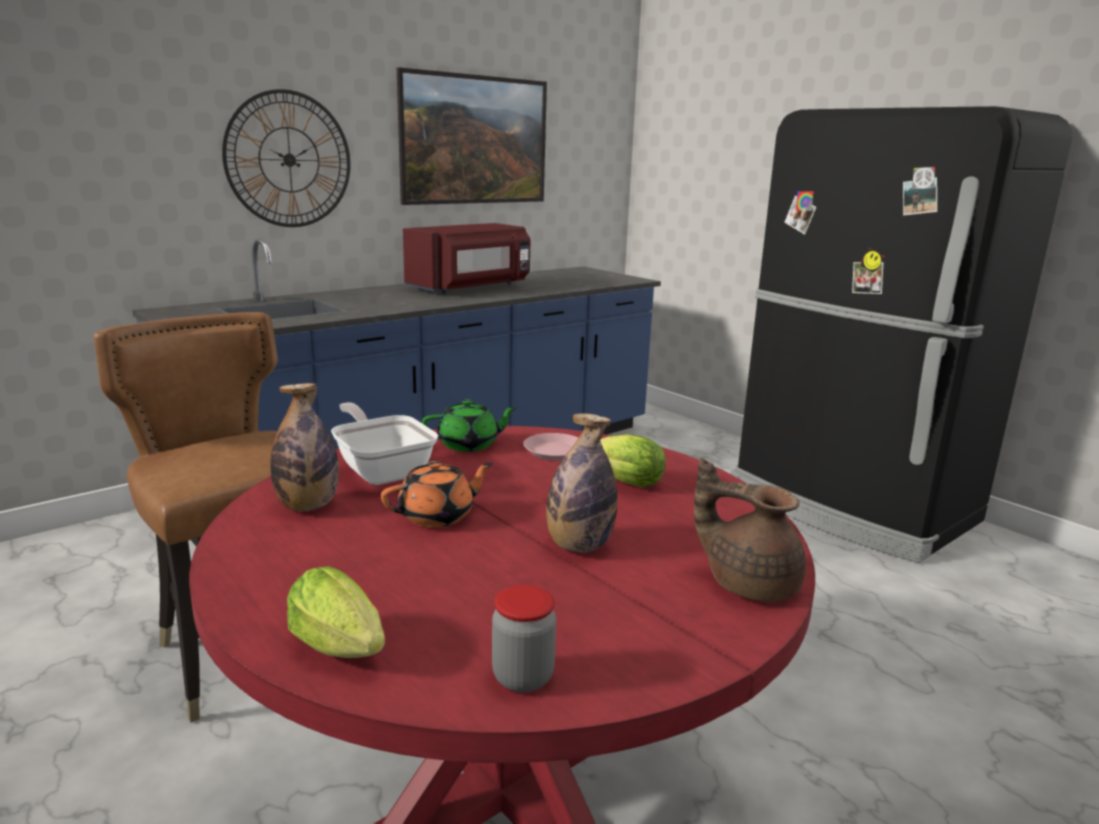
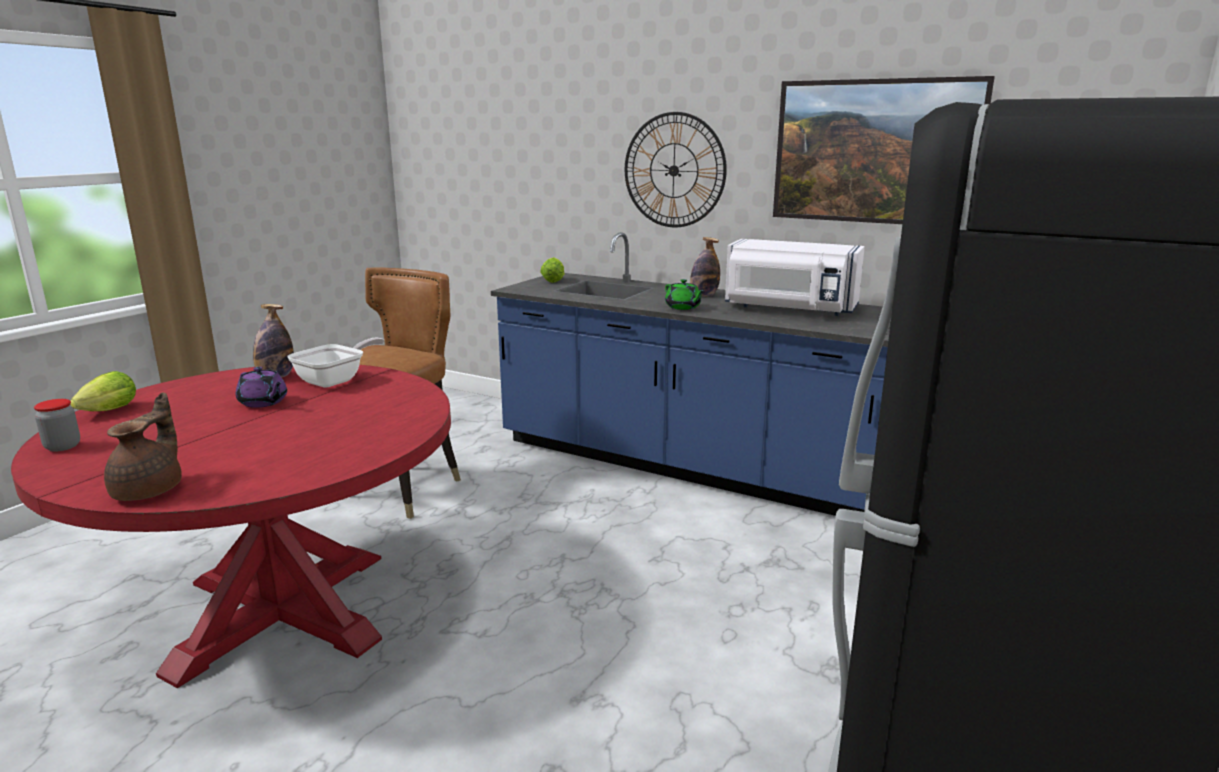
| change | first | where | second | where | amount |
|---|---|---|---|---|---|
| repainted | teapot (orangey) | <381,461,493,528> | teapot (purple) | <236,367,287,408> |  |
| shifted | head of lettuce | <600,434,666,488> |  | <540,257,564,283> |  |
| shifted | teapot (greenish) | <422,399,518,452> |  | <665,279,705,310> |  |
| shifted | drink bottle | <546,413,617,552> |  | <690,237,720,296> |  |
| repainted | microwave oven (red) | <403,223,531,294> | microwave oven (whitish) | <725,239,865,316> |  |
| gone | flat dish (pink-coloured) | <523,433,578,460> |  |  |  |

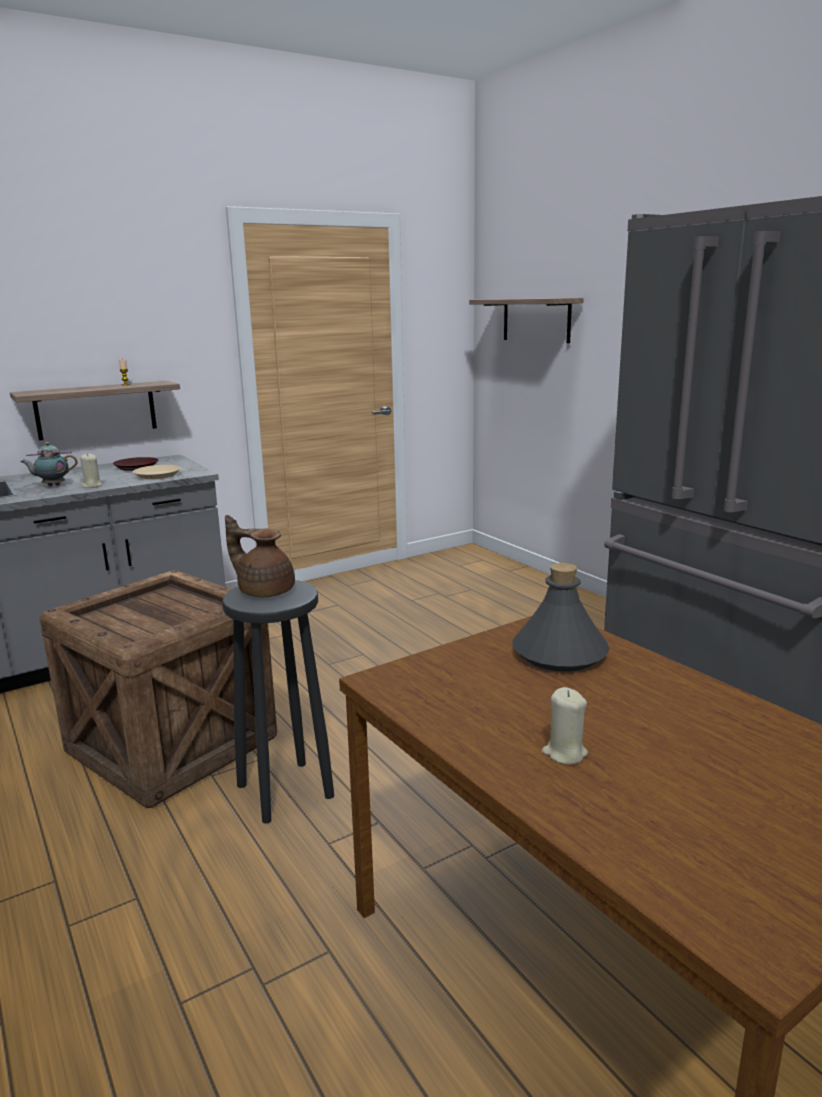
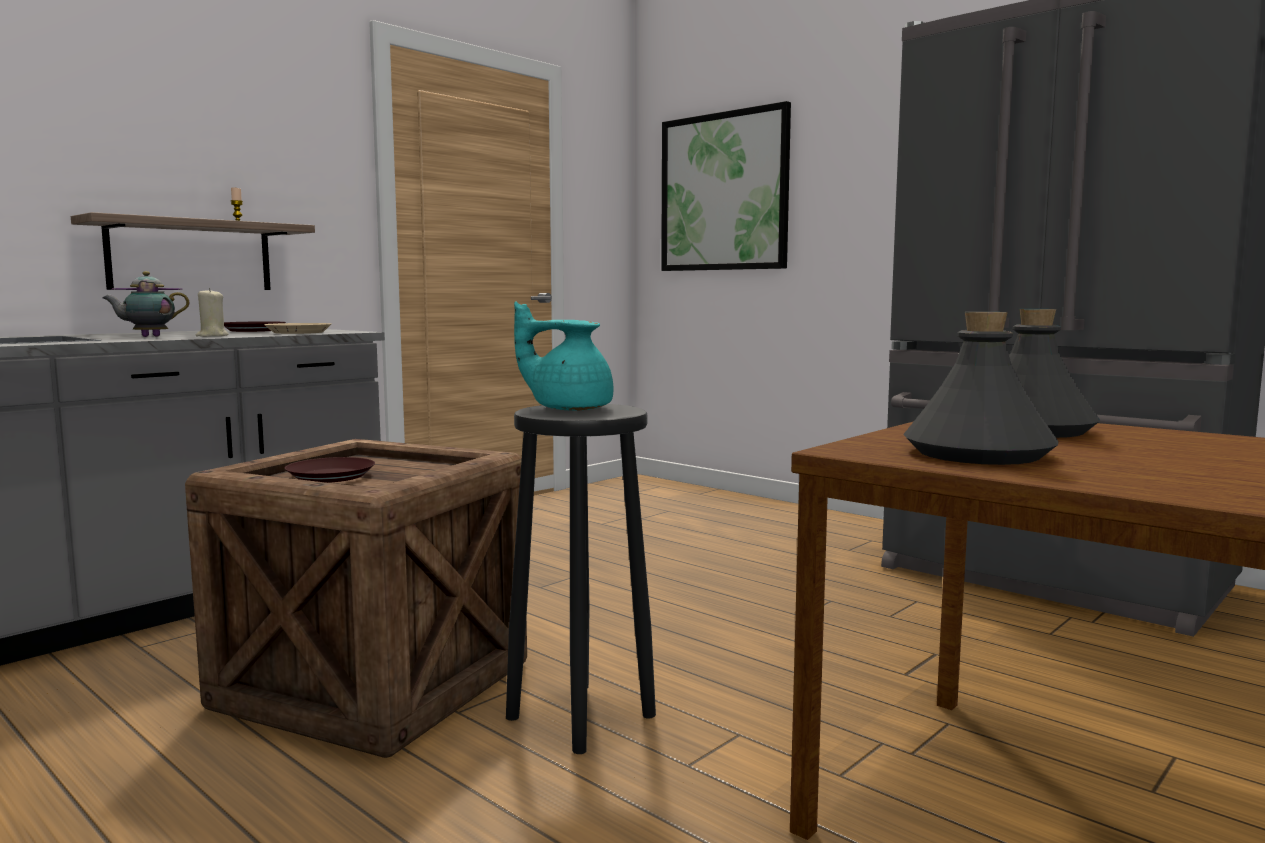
| change | first | where | second | where | amount |
|---|---|---|---|---|---|
| new |  |  | flat dish (brownish) | <285,457,375,483> |  |
| repainted | teapot (brownish) | <225,515,295,597> | teapot (turquoise-coloured) | <514,301,614,411> |  |
| swapped | bracket shelf | <469,298,584,343> | wall art | <661,101,791,271> |  |
| new |  |  | drink bottle (gray) | <903,312,1059,465> |  |
| gone | wax candle (sand-coloured) | <542,687,588,764> |  |  |  |

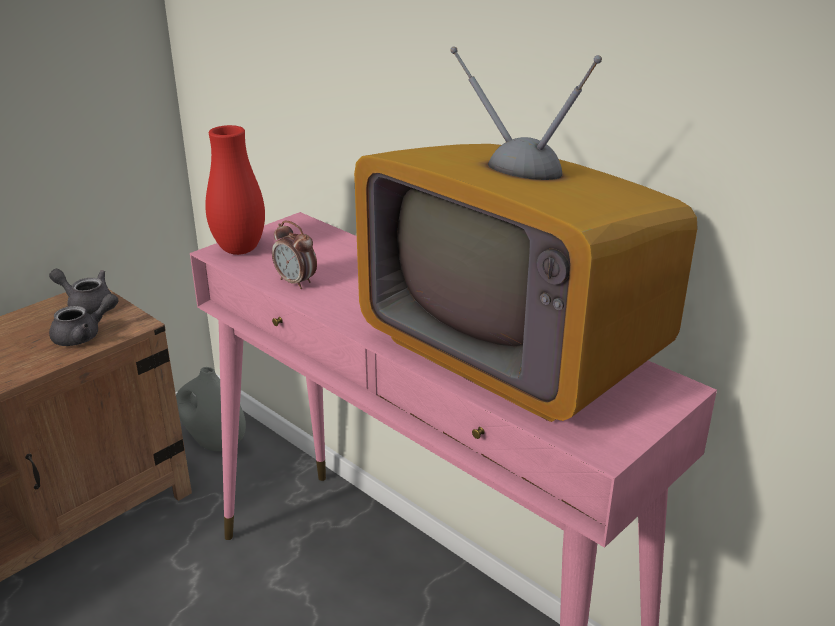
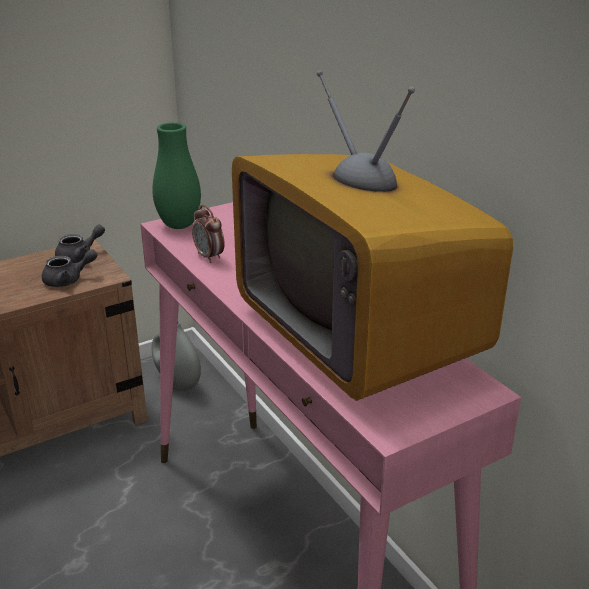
| change | first | where | second | where | amount |
|---|---|---|---|---|---|
| rotated | teapot (gray) | <49,269,111,315> |  | <55,225,105,263> | 105 degrees clockwise |
| repainted | decorative vase (red) | <205,125,265,255> | decorative vase (greenish) | <152,122,201,229> |  |

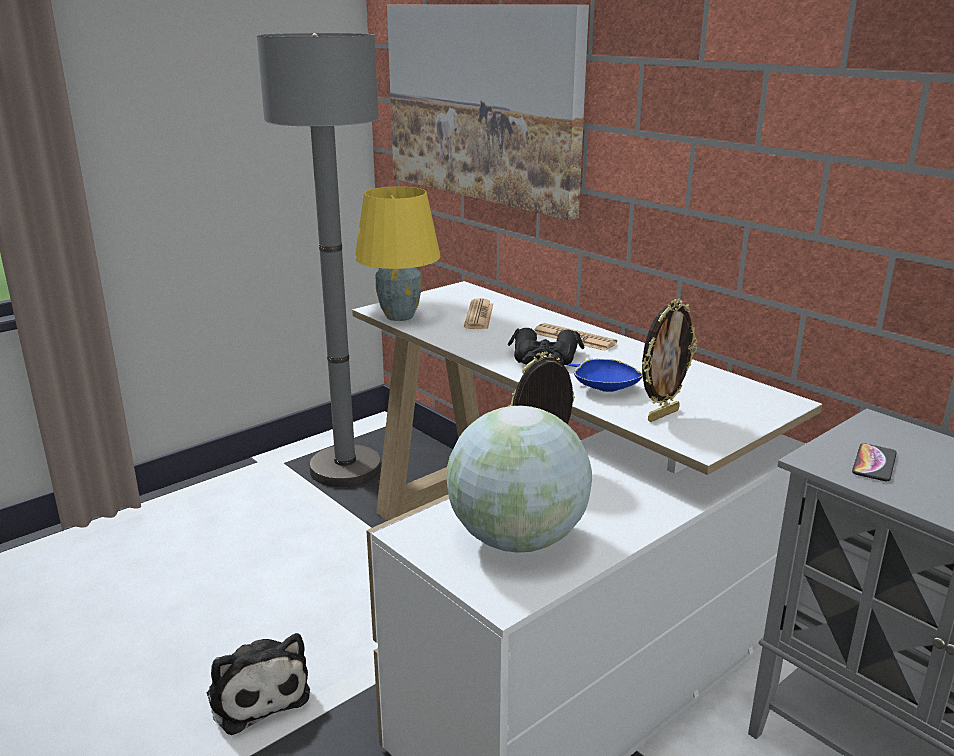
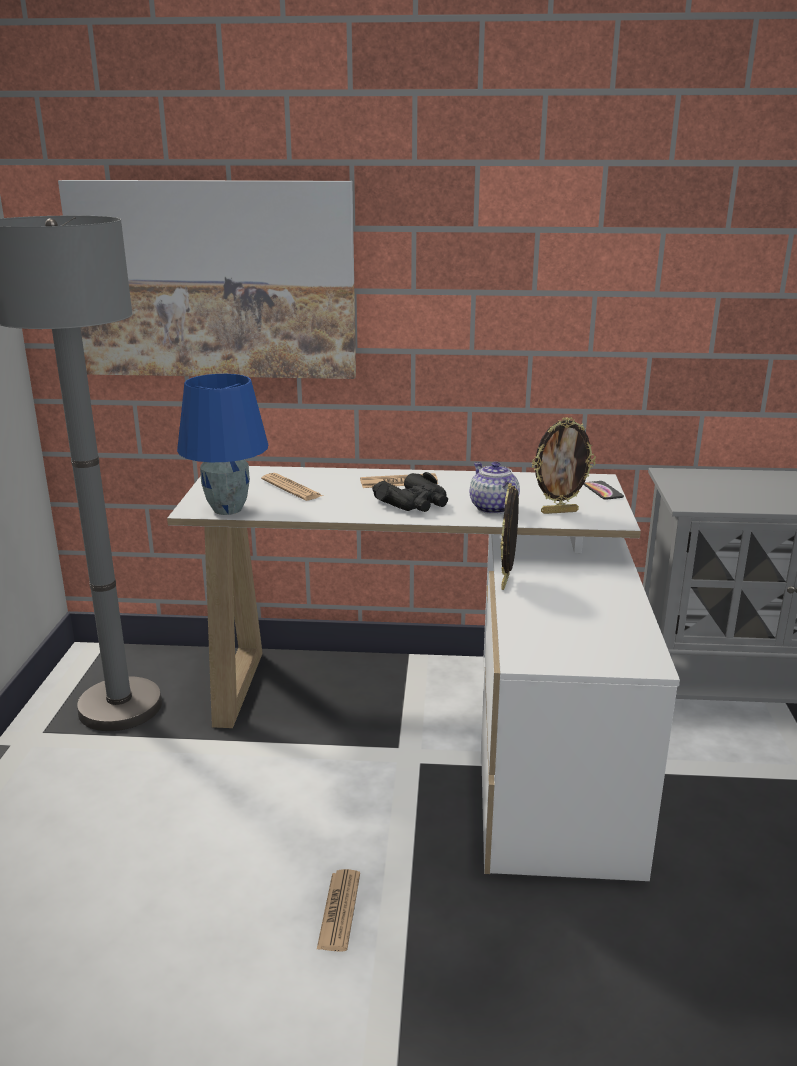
| change | first | where | second | where | amount |
|---|---|---|---|---|---|
| repainted | tabletop lamp (yellow) | <355,186,440,321> | tabletop lamp (blue) | <177,374,268,515> |  |
| swapped | soft toy | <207,633,310,735> | printed paper | <316,869,360,952> |  |
| swapped | serving bowl (blue) | <568,359,643,392> | teapot | <470,462,520,514> |  |
| rotated | standing frame | <642,299,697,422> |  | <532,417,596,514> | 75 degrees clockwise |
| shifted | handset | <852,443,897,481> |  | <583,481,624,500> |  |
| gone | world globe | <446,406,592,553> |  |  |  |

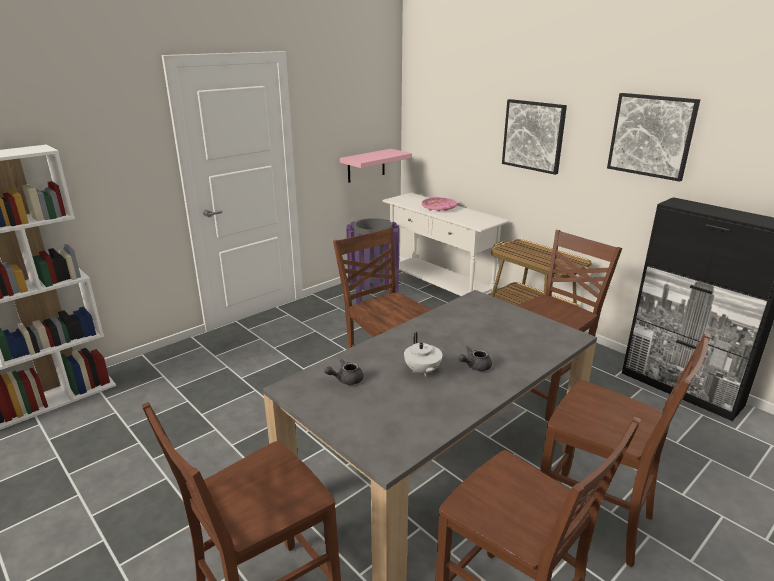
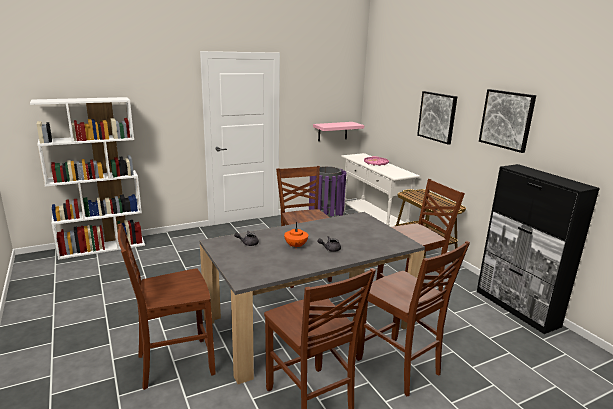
| change | first | where | second | where | amount |
|---|---|---|---|---|---|
| repainted | teapot (whitish) | <404,332,442,377> | teapot (orangey) | <284,222,308,247> |  |

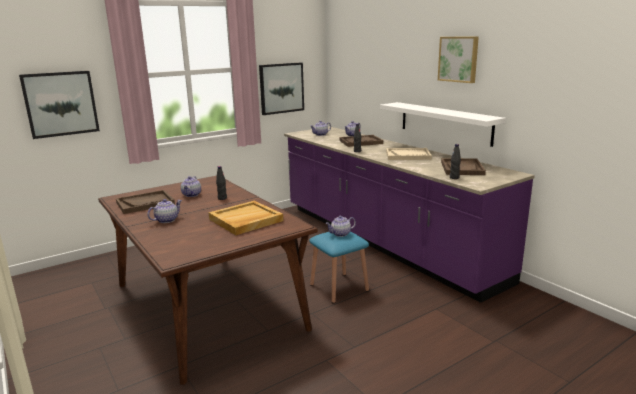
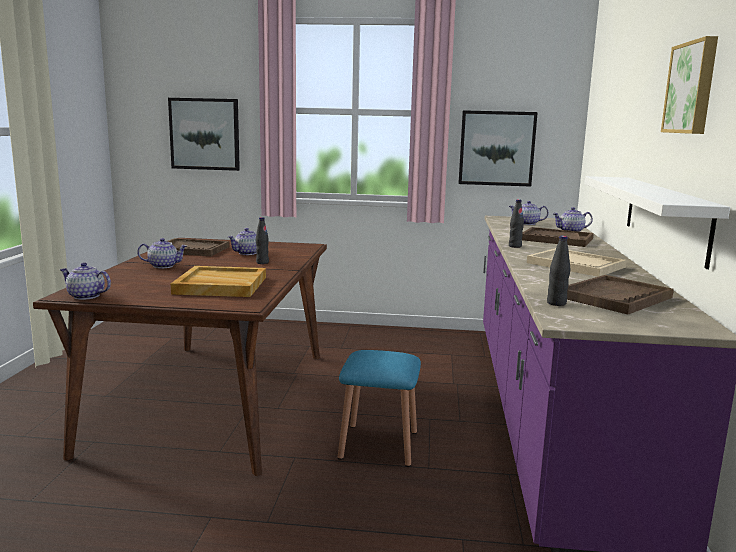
| change | first | where | second | where | amount |
|---|---|---|---|---|---|
| shifted | teapot | <325,216,356,237> |  | <60,262,111,300> |  |

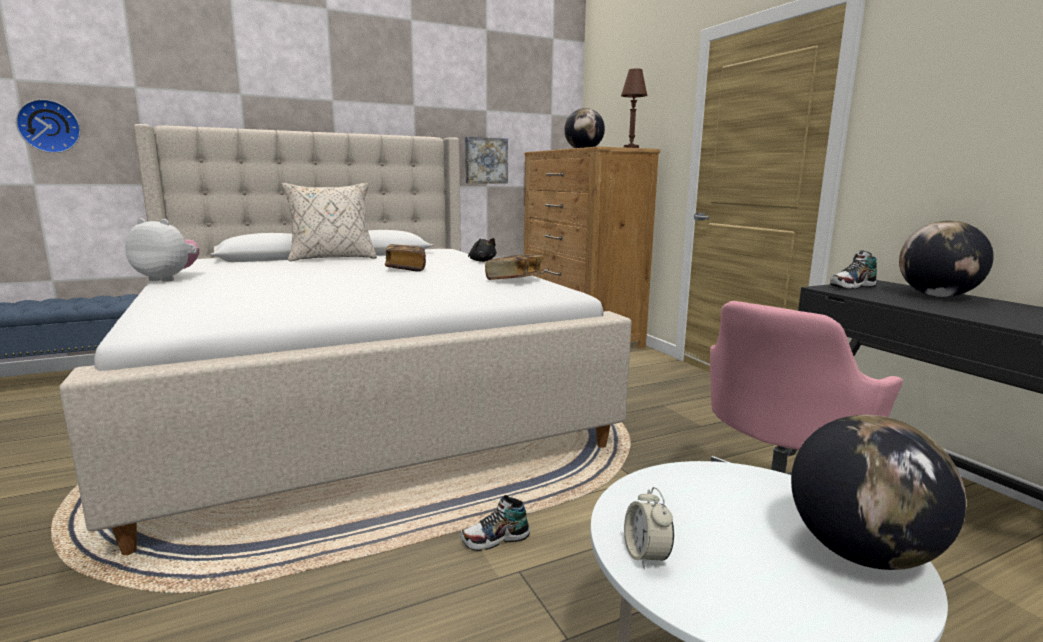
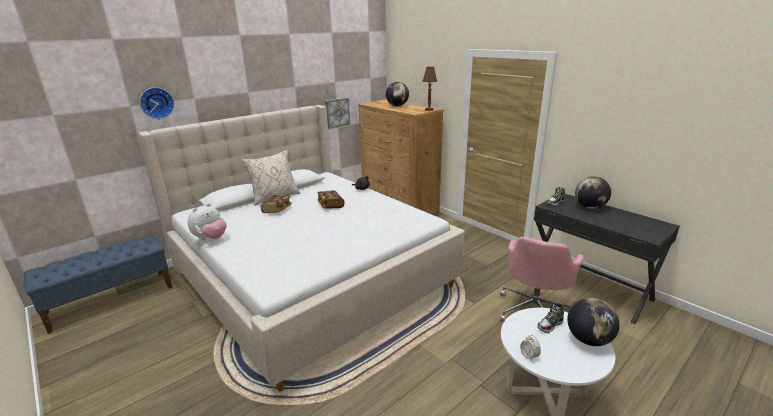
| change | first | where | second | where | amount |
|---|---|---|---|---|---|
| shifted | clock on the wall | <16,99,81,153> |  | <140,87,174,119> |  |
| rotated | soft toy | <126,218,200,282> |  | <187,203,226,240> | 135 degrees clockwise |
| shifted | bound book | <485,254,545,280> |  | <260,195,292,213> |  |
| shifted | low shoe | <460,495,530,551> |  | <538,303,564,333> |  |

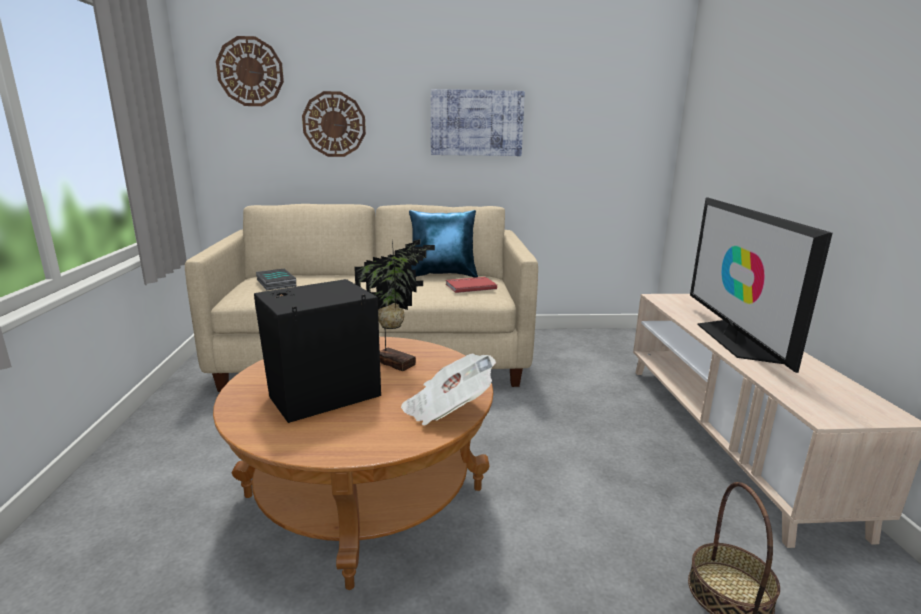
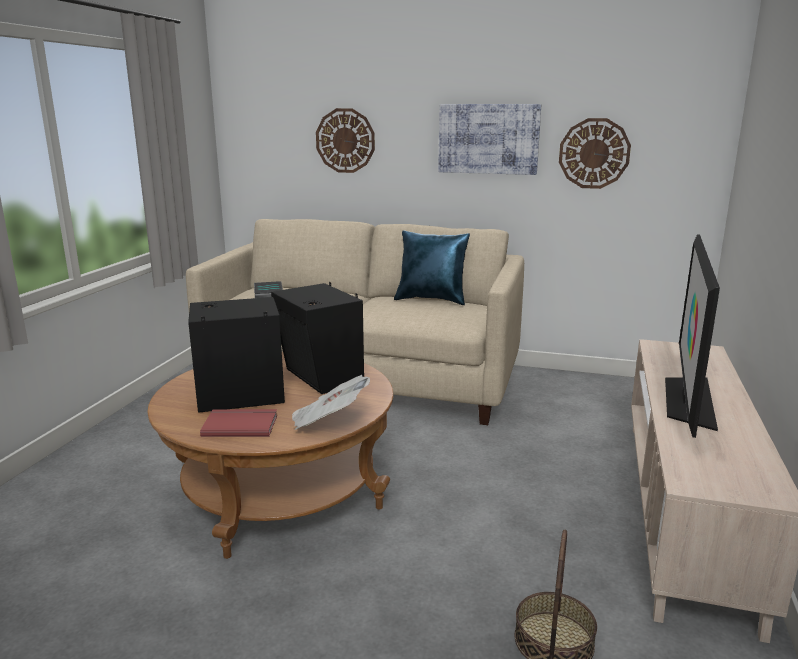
| change | first | where | second | where | amount |
|---|---|---|---|---|---|
| shifted | bound book (red) | <446,277,497,293> |  | <200,409,277,437> |  |
| swapped | potted plant | <354,240,435,371> | speaker (blackish) | <271,282,364,394> |  |
| shifted | clock on the wall | <216,36,284,106> |  | <559,118,631,189> |  |

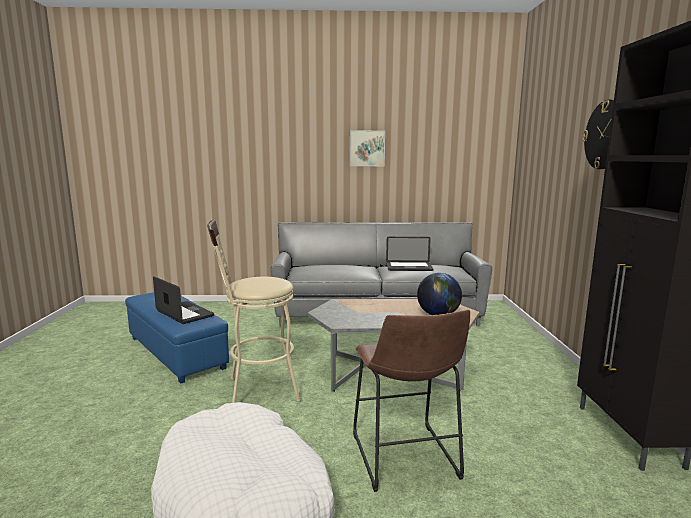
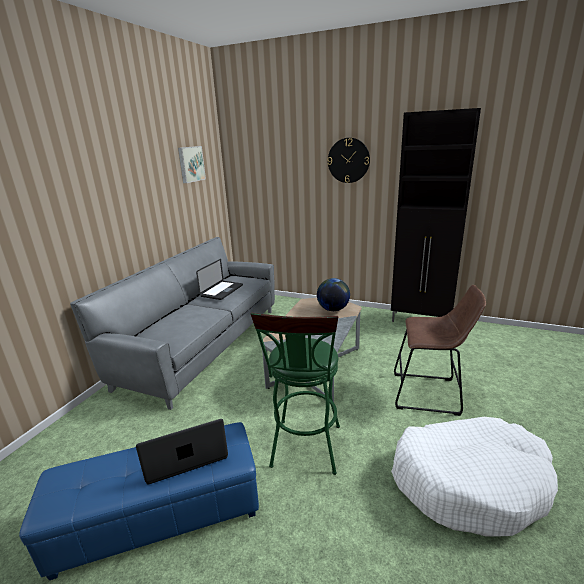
| change | first | where | second | where | amount |
|---|---|---|---|---|---|
| shifted | wall art | <350,130,385,166> |  | <178,146,206,183> |  |
| repainted | sitting stool (sand-coloured) | <207,219,301,403> | sitting stool (greenish) | <251,313,340,475> |  |

